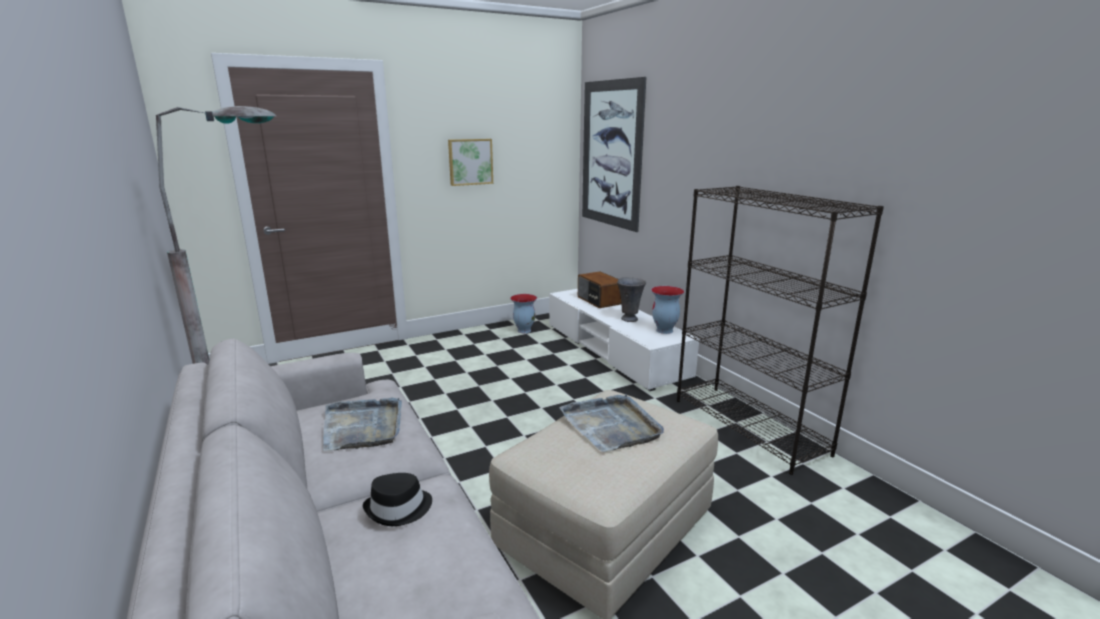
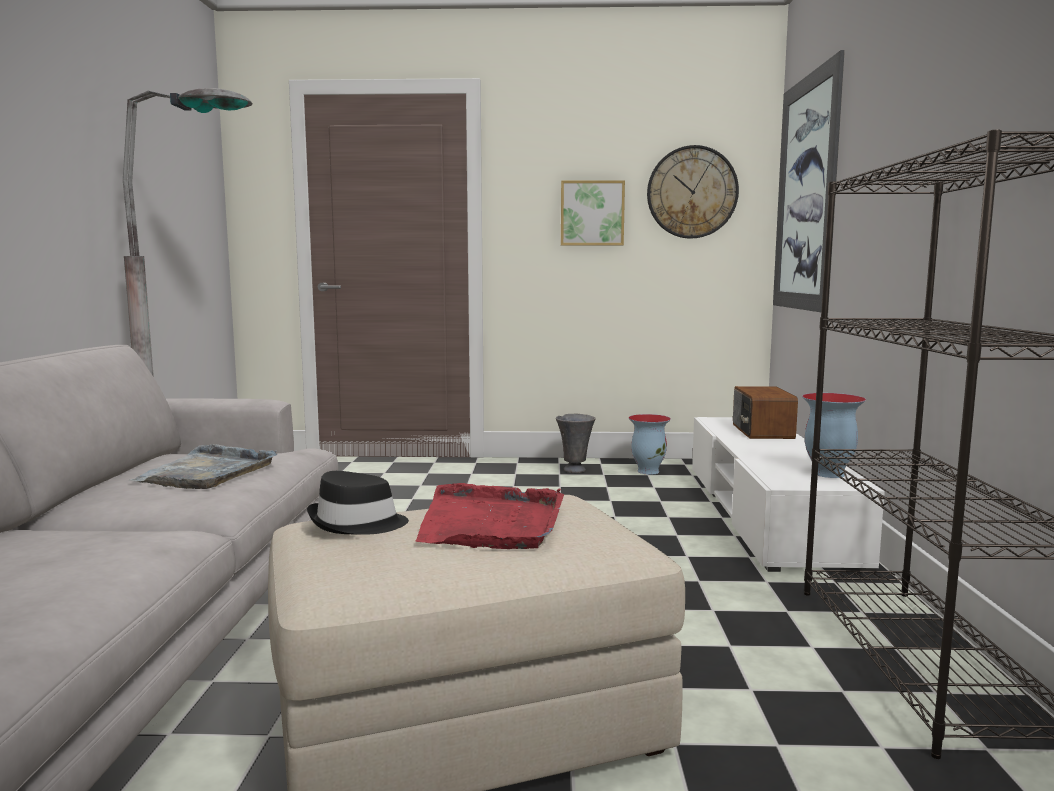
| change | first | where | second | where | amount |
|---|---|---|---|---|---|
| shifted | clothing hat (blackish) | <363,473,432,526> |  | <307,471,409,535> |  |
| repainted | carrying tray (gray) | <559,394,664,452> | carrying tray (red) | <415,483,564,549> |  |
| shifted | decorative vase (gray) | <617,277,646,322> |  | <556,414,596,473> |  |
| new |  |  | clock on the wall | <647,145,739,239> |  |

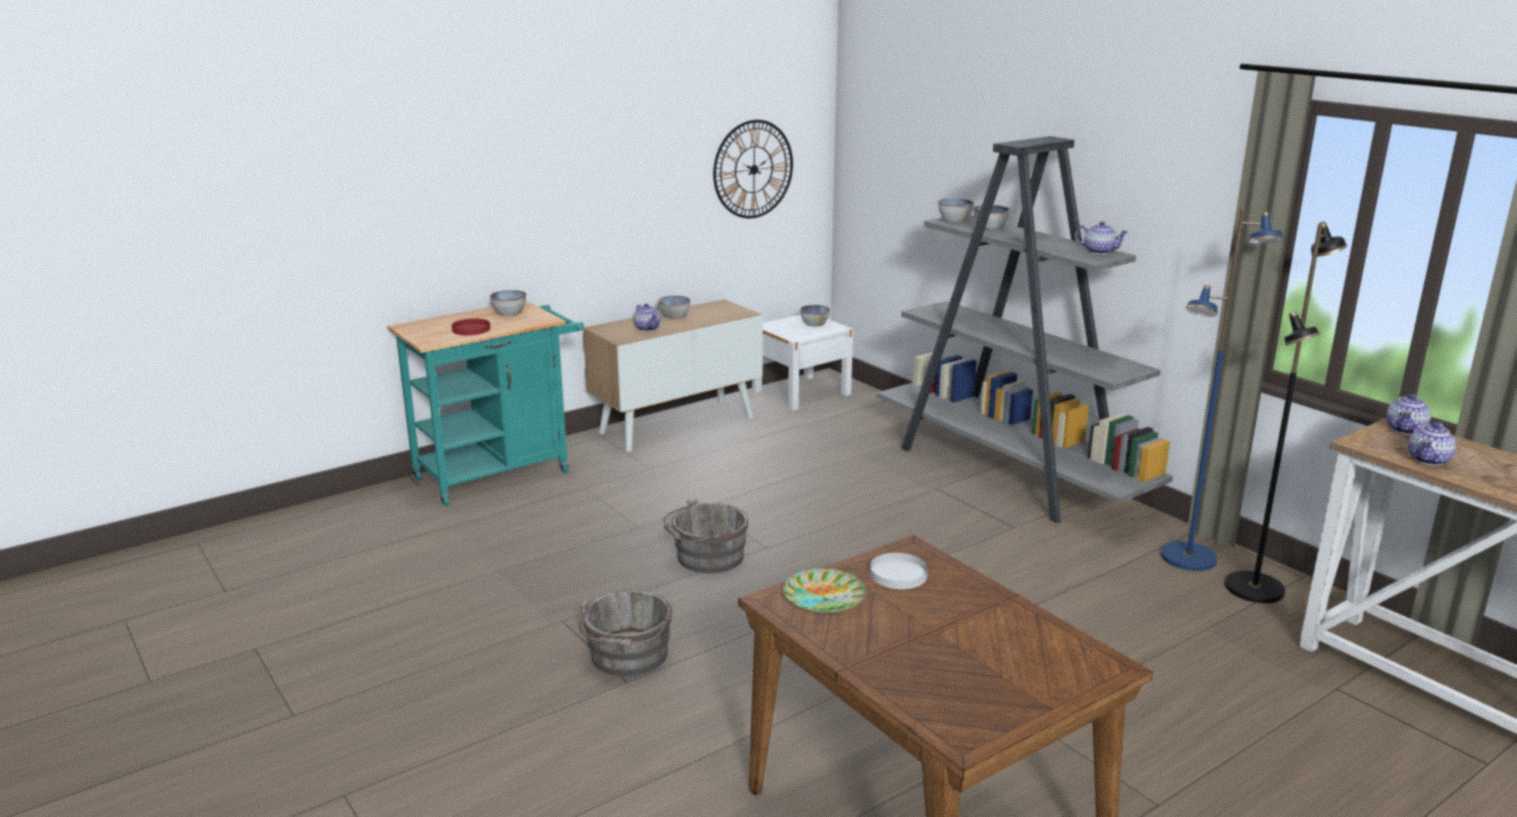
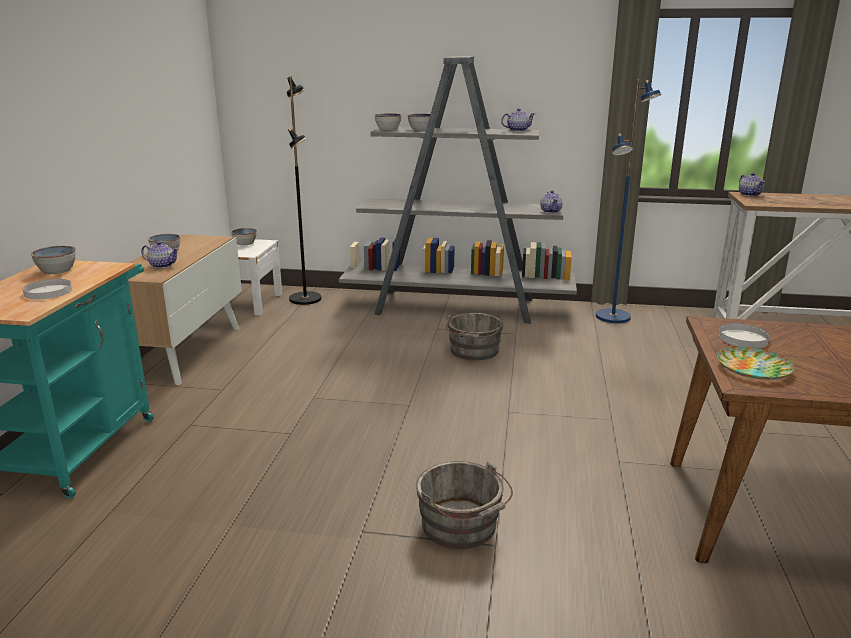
| change | first | where | second | where | amount |
|---|---|---|---|---|---|
| repainted | flat dish (red) | <452,318,490,335> | flat dish (whitish) | <23,279,72,300> |  |
| shifted | floor lamp (blackish) | <1225,221,1347,603> |  | <287,76,322,305> |  |
| shifted | pail (gray) | <663,498,749,573> |  | <446,313,504,360> |  |
| shifted | teapot | <1408,422,1456,466> |  | <540,190,563,213> |  |
| gone | clock on the wall | <713,120,793,218> |  |  |  |

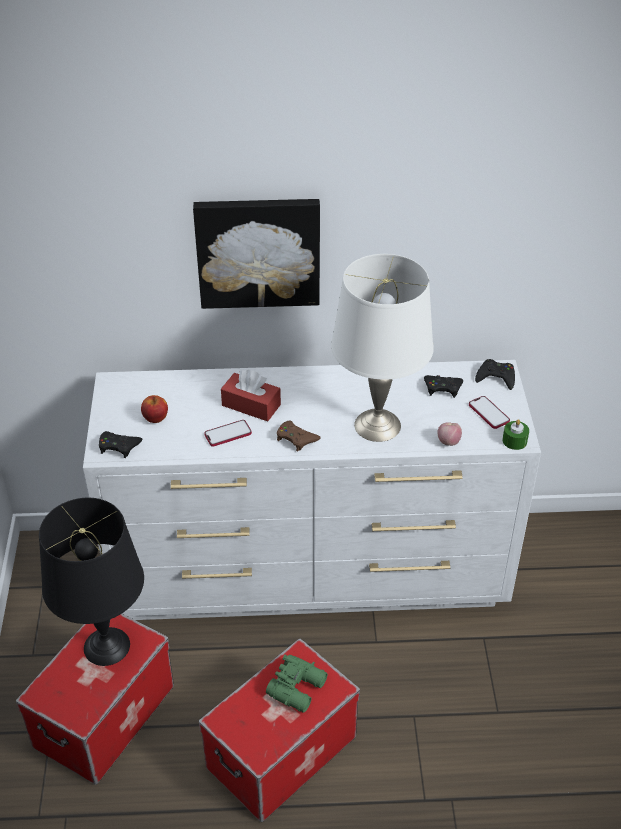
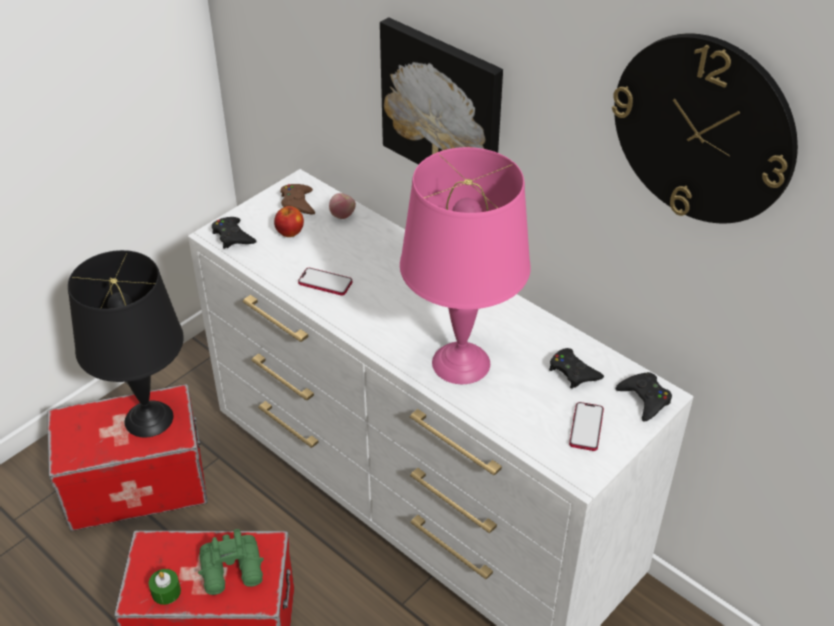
| change | first | where | second | where | amount |
|---|---|---|---|---|---|
| shifted | wax candle (greenish) | <502,419,529,450> |  | <149,569,181,605> |  |
| shifted | game controller (brownish) | <277,421,321,452> |  | <280,184,315,214> |  |
| shifted | whole apple | <437,422,462,446> |  | <329,193,356,219> |  |
| repainted | tabletop lamp (whitish) | <331,254,434,442> | tabletop lamp (pink-coloured) | <400,147,531,384> |  |
| new |  |  | clock on the wall | <612,34,798,223> |  |
| gone | box of tissues (red) | <221,370,281,421> |  |  |  |

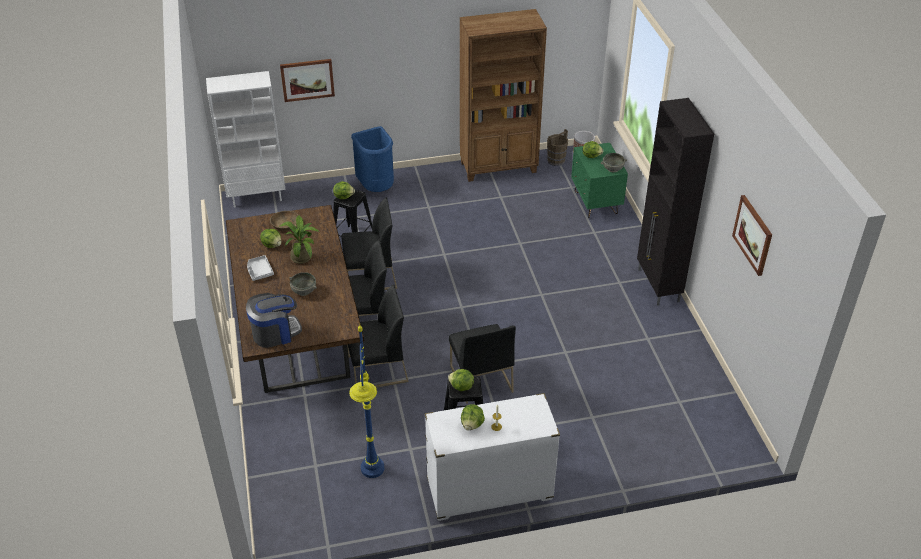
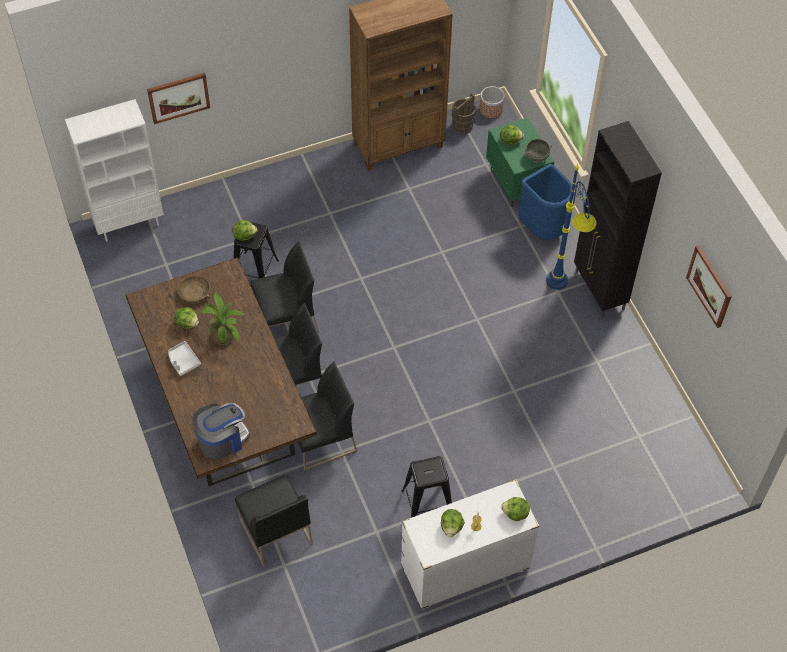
| change | first | where | second | where | amount |
|---|---|---|---|---|---|
| shifted | upright chair (blackish) | <449,324,516,404> |  | <235,475,313,567> |  |
| shifted | head of lettuce | <448,369,474,391> |  | <501,497,530,521> |  |
| shifted | waste bin (blue) | <351,126,394,192> |  | <519,164,574,240> |  |
| shifted | floor lamp (blue) | <349,323,384,478> |  | <546,163,597,290> |  |
| gone | serving bowl (gray) | <290,272,317,296> |  |  |  |

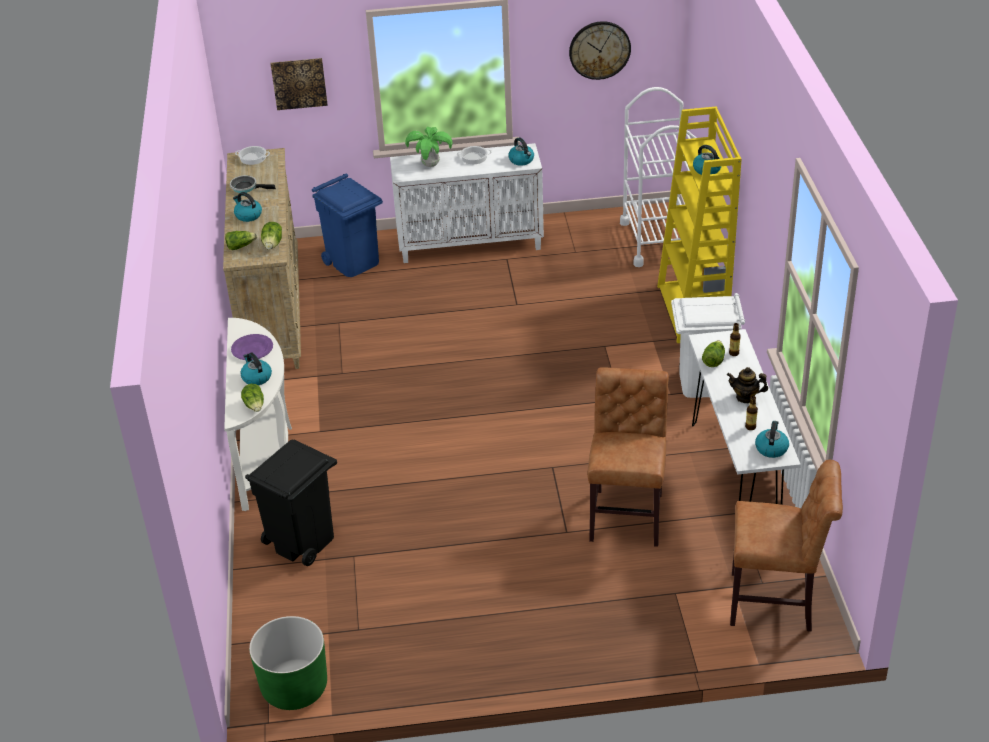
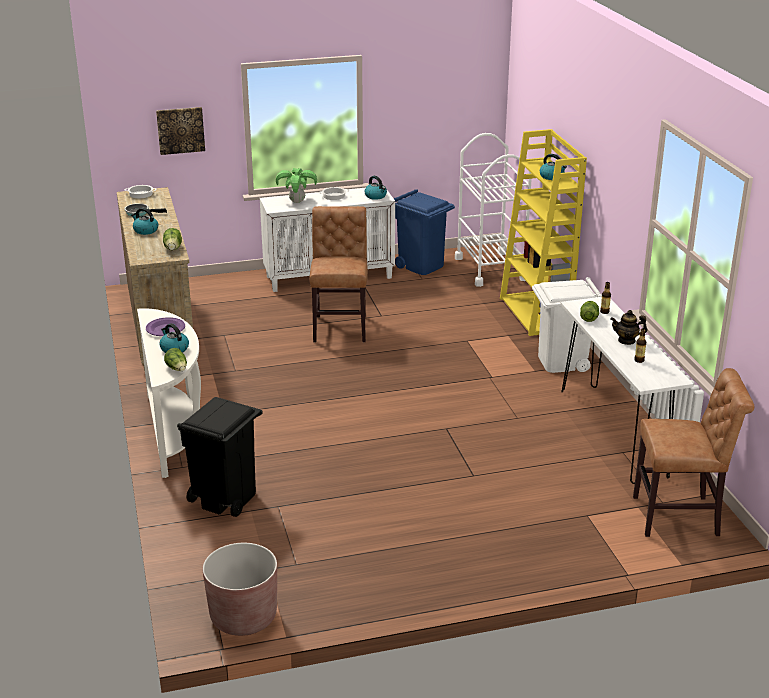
| change | first | where | second | where | amount |
|---|---|---|---|---|---|
| repainted | flower pot (greenish) | <249,616,327,710> | flower pot (brownish) | <203,543,277,636> |  |
| shifted | upright chair (brownish) | <587,367,669,547> |  | <309,206,368,342> |  |
| shifted | waste bin (blue) | <312,174,383,277> |  | <394,189,455,275> |  |
| gone | head of lettuce | <225,231,257,250> |  |  |  |
| gone | clock on the wall | <569,21,631,80> |  |  |  |
| gone | water kettle | <755,421,789,458> |  |  |  |

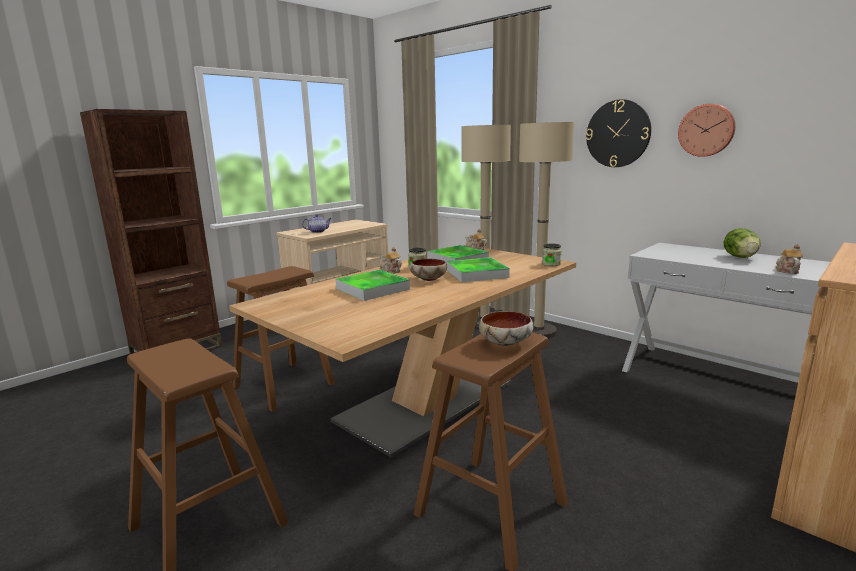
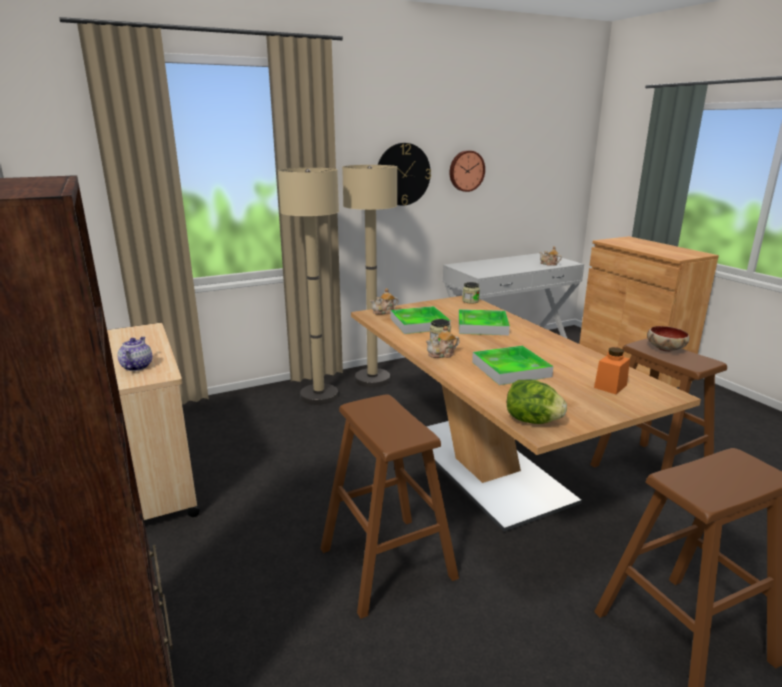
| change | first | where | second | where | amount |
|---|---|---|---|---|---|
| shifted | head of lettuce | <724,228,761,258> |  | <507,379,567,424> |  |
| new |  |  | jar (orangey) | <594,347,630,394> |  |
| gone | serving bowl | <410,259,447,281> |  |  |  |

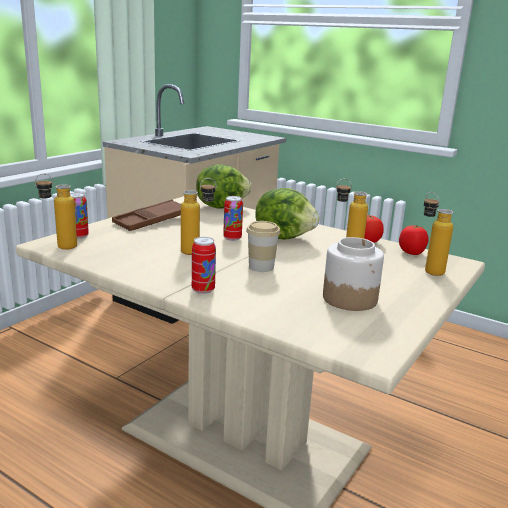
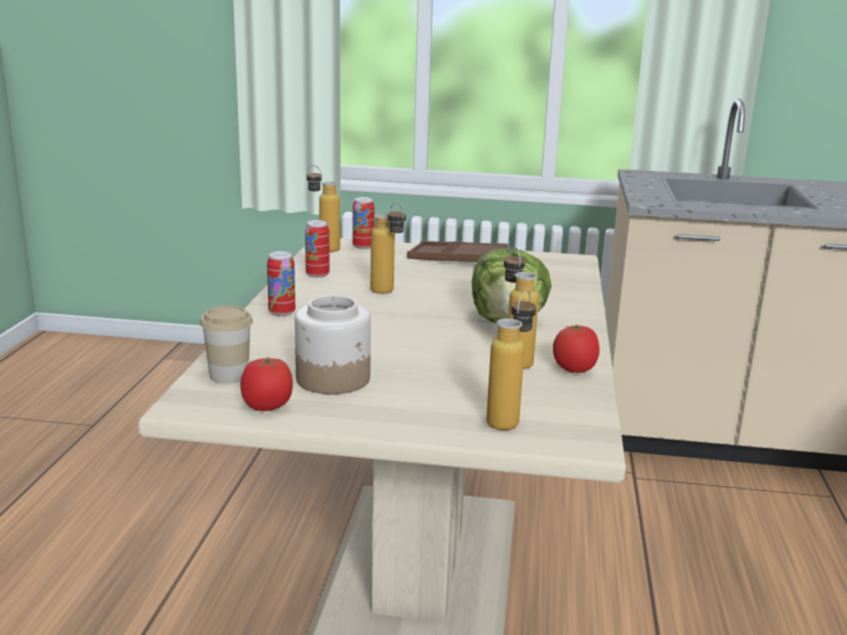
| change | first | where | second | where | amount |
|---|---|---|---|---|---|
| shifted | small cup | <246,221,280,272> |  | <200,305,253,384> |  |
| shifted | whole tomato | <399,225,429,255> |  | <240,356,293,411> |  |
| shifted | metal can | <223,196,243,241> |  | <305,220,330,278> |  |
| gone | head of lettuce | <196,164,252,209> |  |  |  |

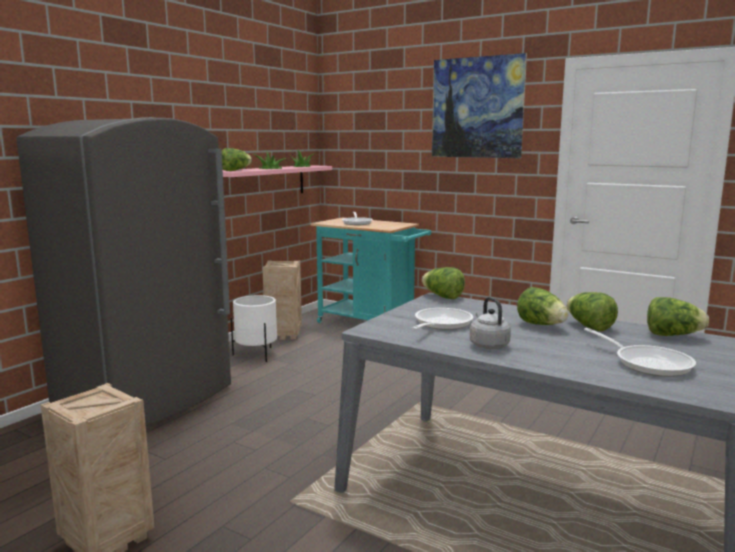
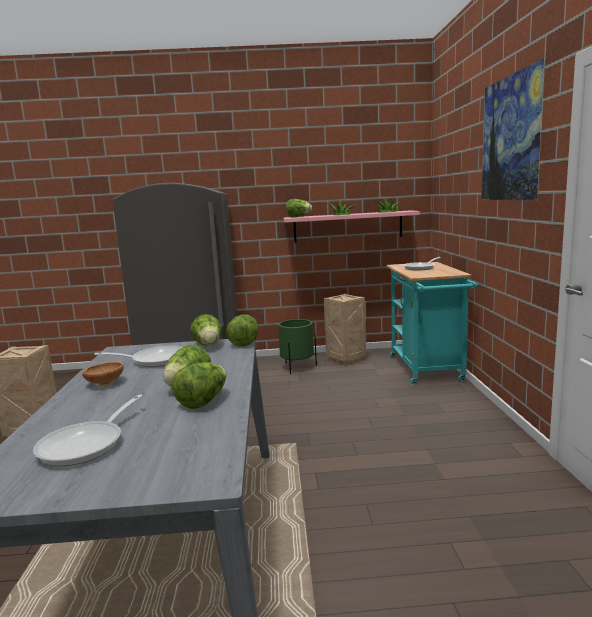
| change | first | where | second | where | amount |
|---|---|---|---|---|---|
| swapped | water kettle (gray) | <470,297,511,349> | serving bowl (brownish) | <82,362,124,386> |  |
| shifted | head of lettuce | <647,297,709,336> |  | <190,314,222,346> |  |
| repainted | flower pot (whitish) | <231,295,277,362> | flower pot (greenish) | <278,319,317,374> |  |

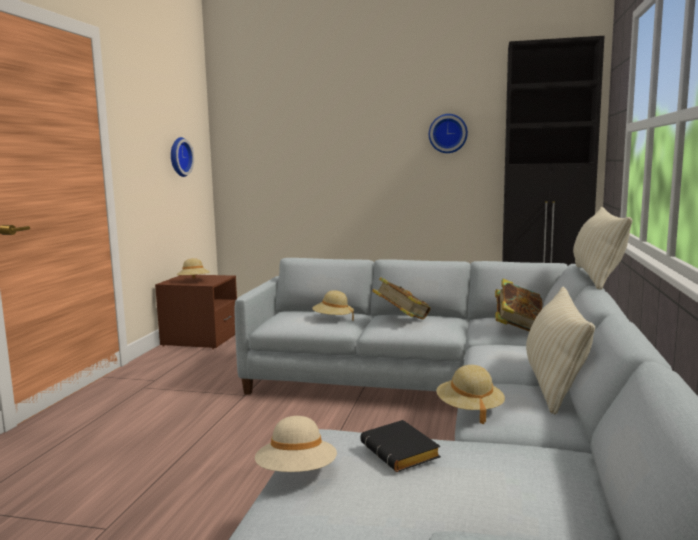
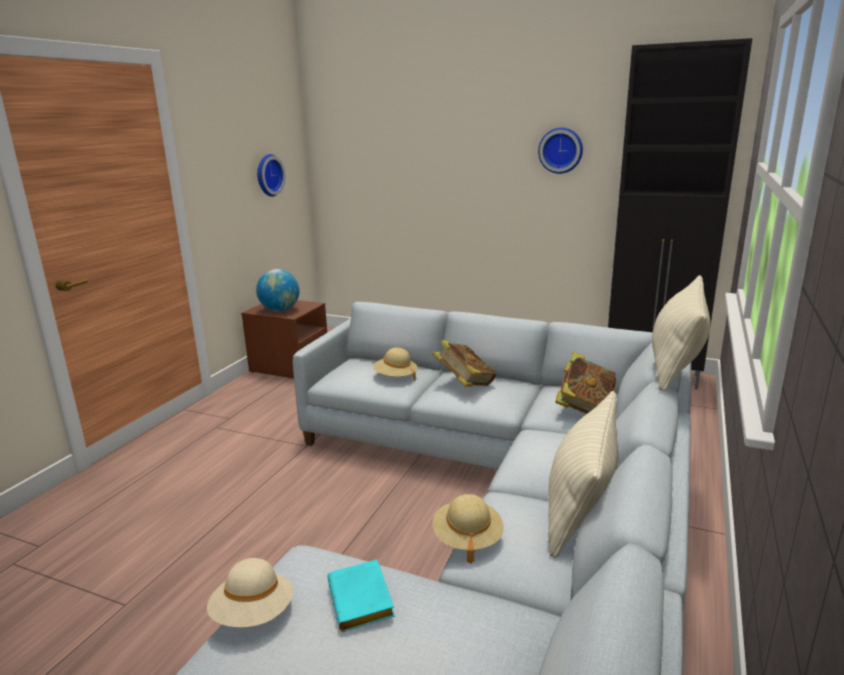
| change | first | where | second | where | amount |
|---|---|---|---|---|---|
| swapped | clothing hat (sand-coloured) | <177,258,210,279> | world globe | <256,269,300,312> |  |
| repainted | bound book (blackish) | <360,420,441,472> | bound book (turquoise-coloured) | <327,560,395,632> |  |

